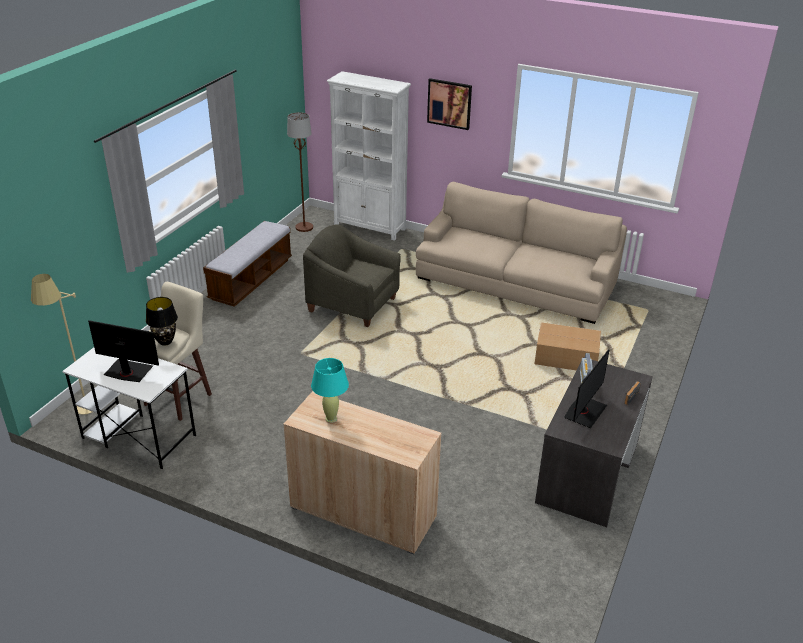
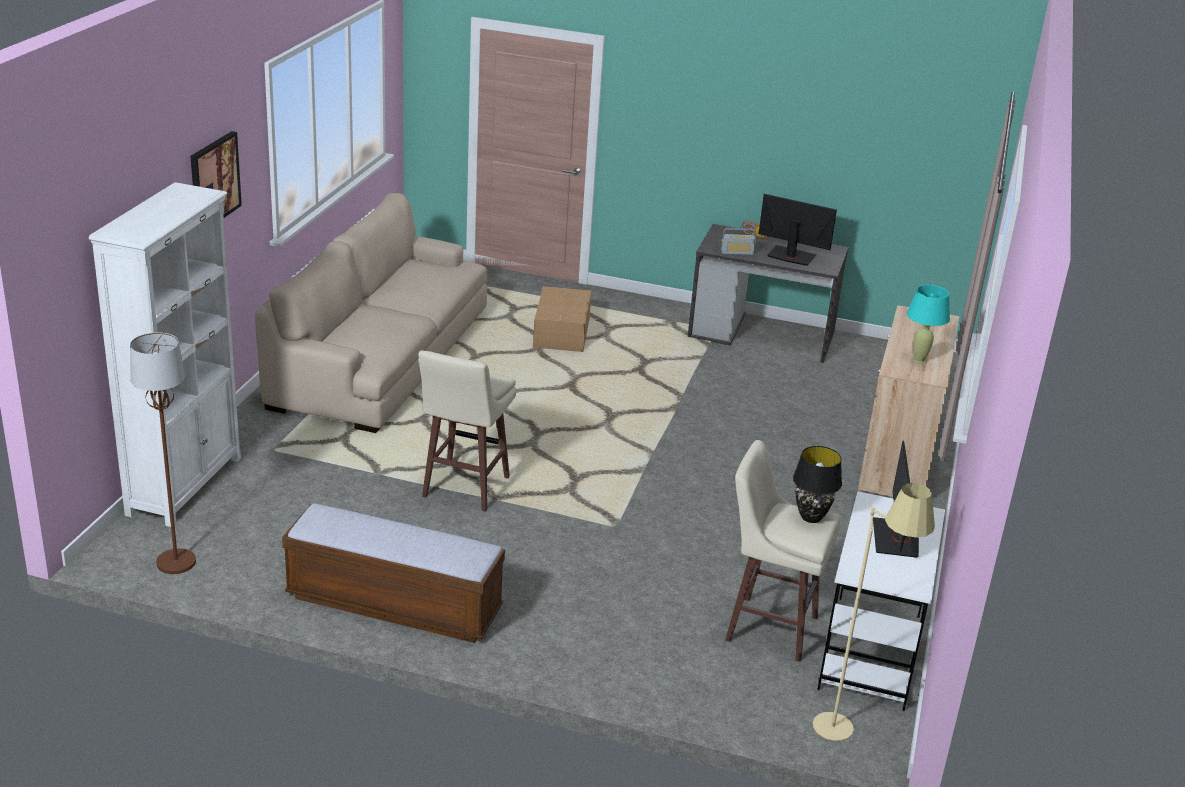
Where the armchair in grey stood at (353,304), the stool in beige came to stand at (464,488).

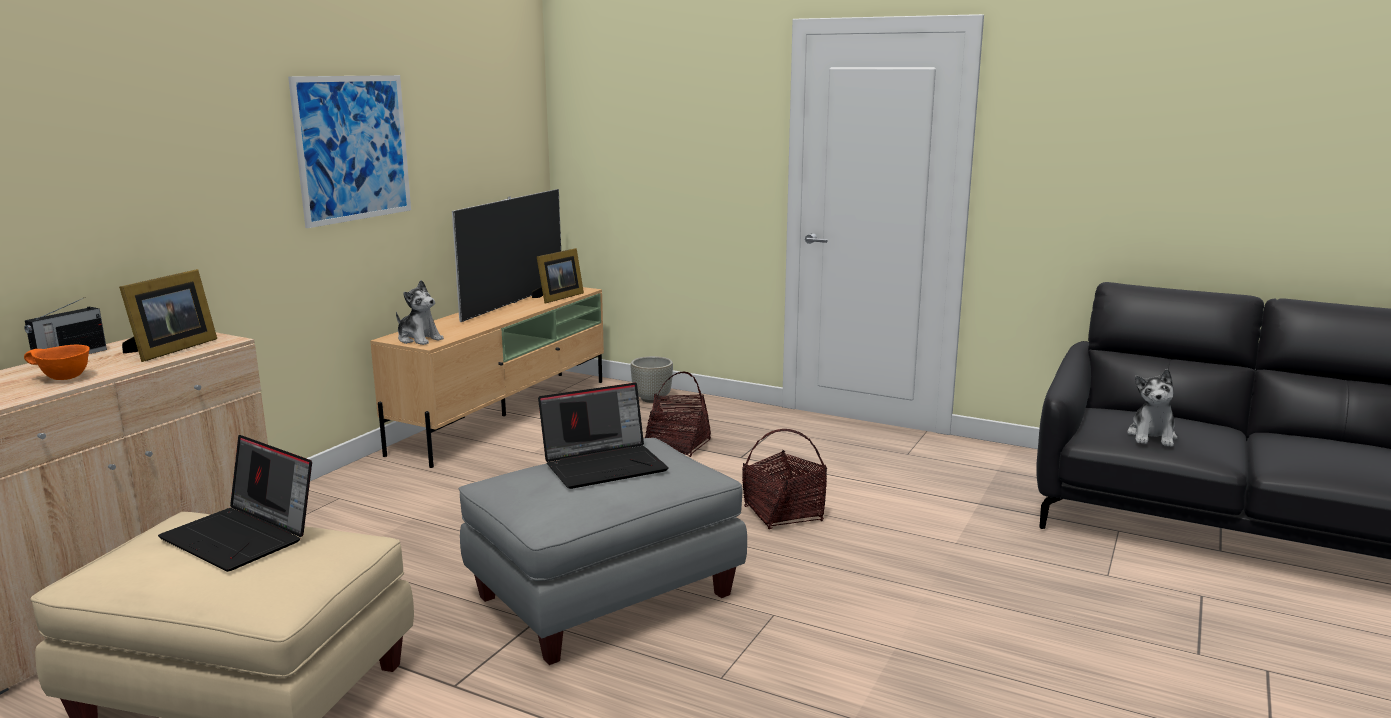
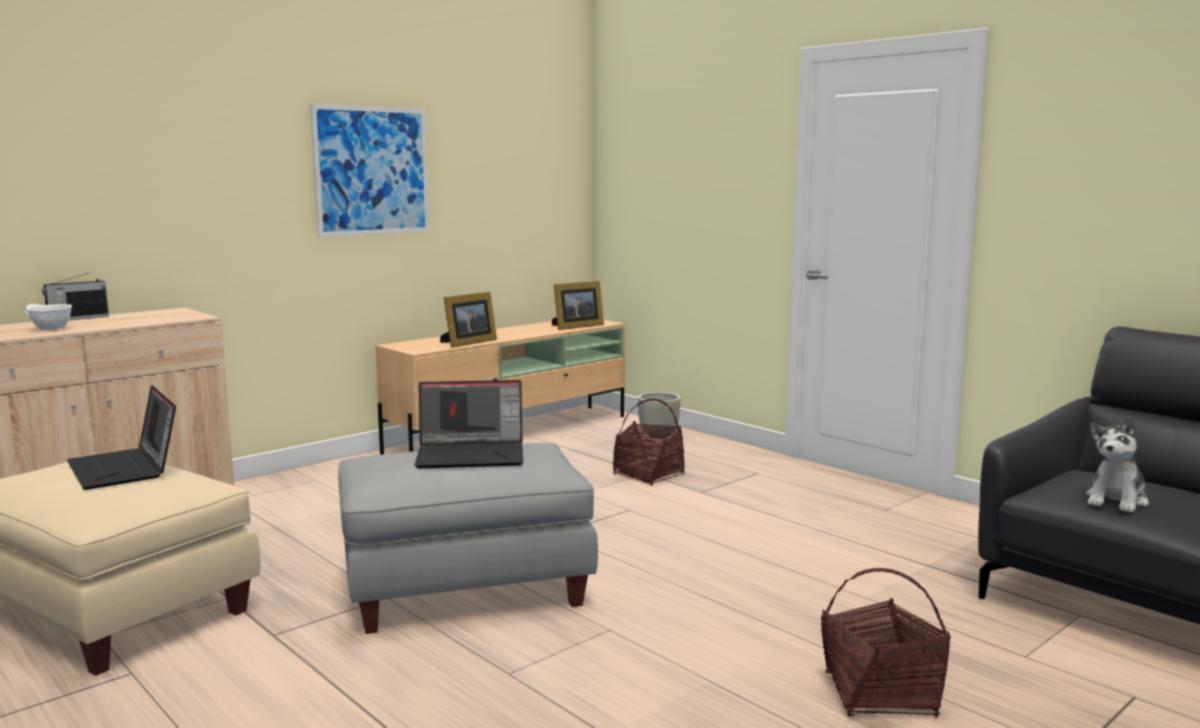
The second view lost the television at (514,302). The picture frame ended up elsewhere, having gone from (169,349) to (467,343). The second view lost the plush toy at (419,339). What was the bowl in orange at (64,378) turned into the bowl in white at (50,329). The basket ended up elsewhere, having gone from (783,514) to (880,695).

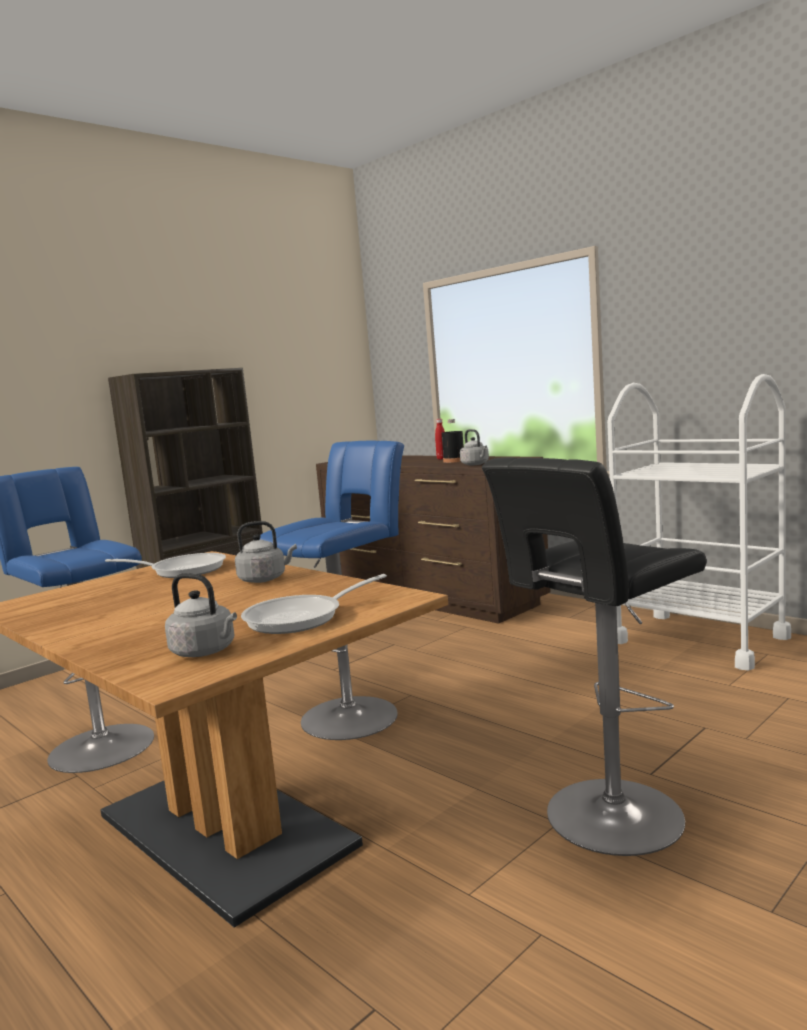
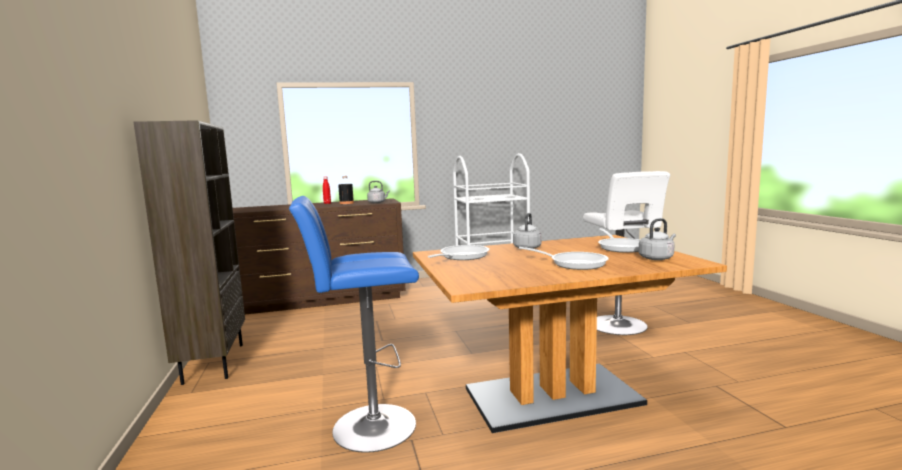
The second view lost the stool in blue at (354,714). What was the stool in black at (608,819) turned into the stool in white at (620,326). The second view gained the frying pan at (573,263).

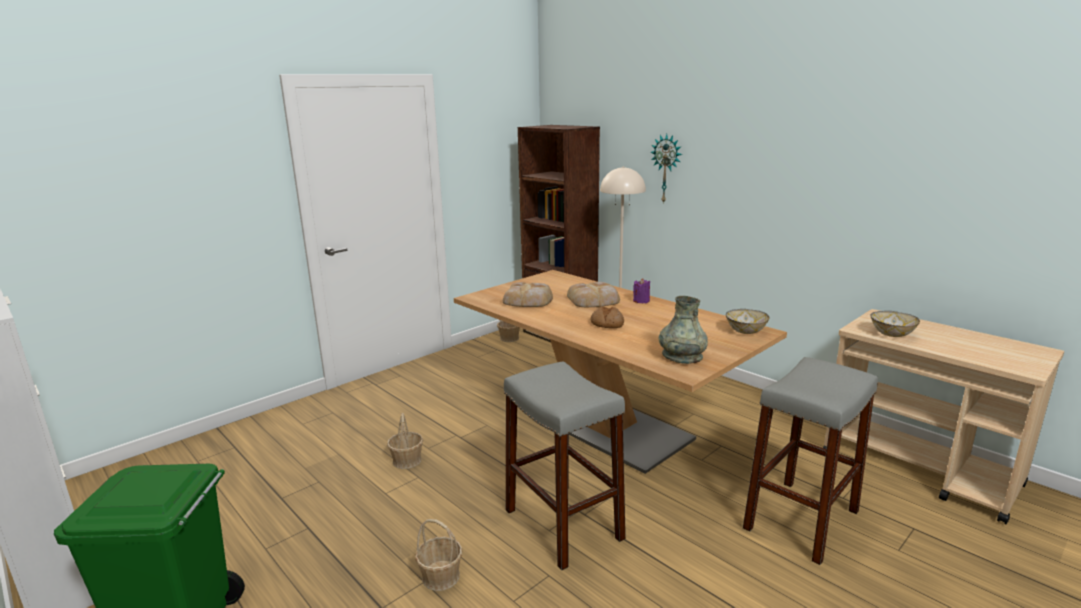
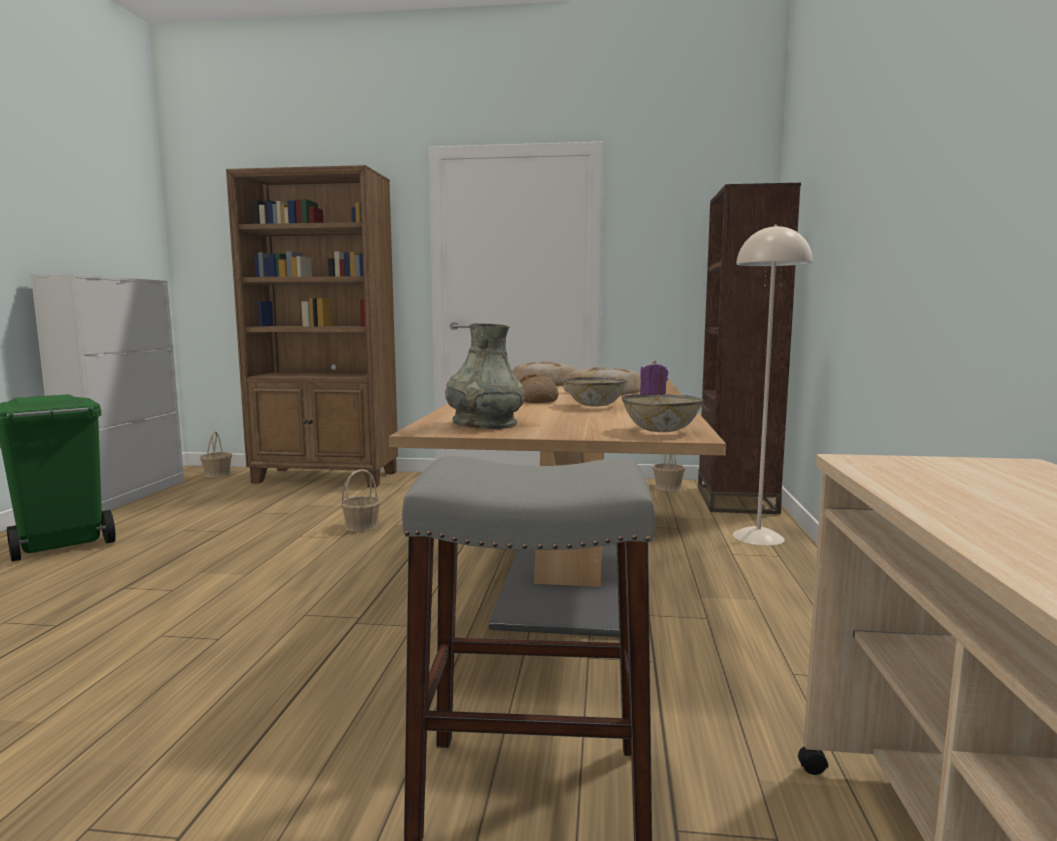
The second view lost the wall clock at (666,168). The bowl ended up elsewhere, having gone from (891,334) to (594,405). The second view lost the stool in grey at (563,524). The basket ended up elsewhere, having gone from (440,576) to (217,474). The second view gained the bookcase in brown at (326,477).

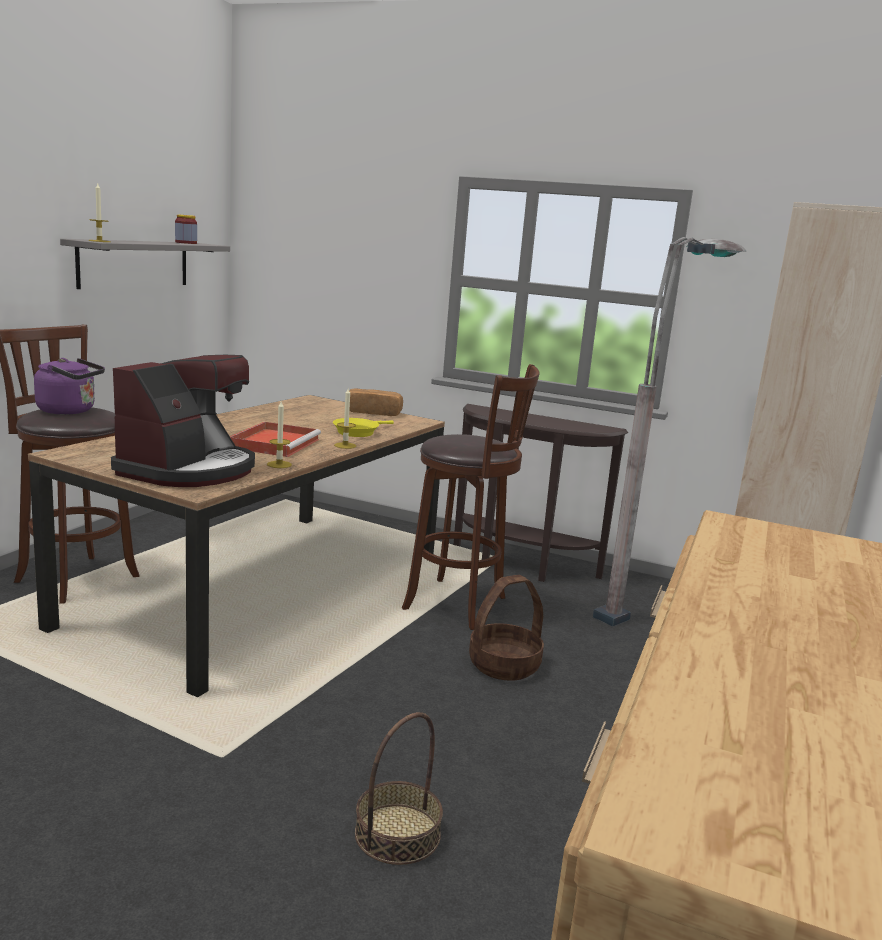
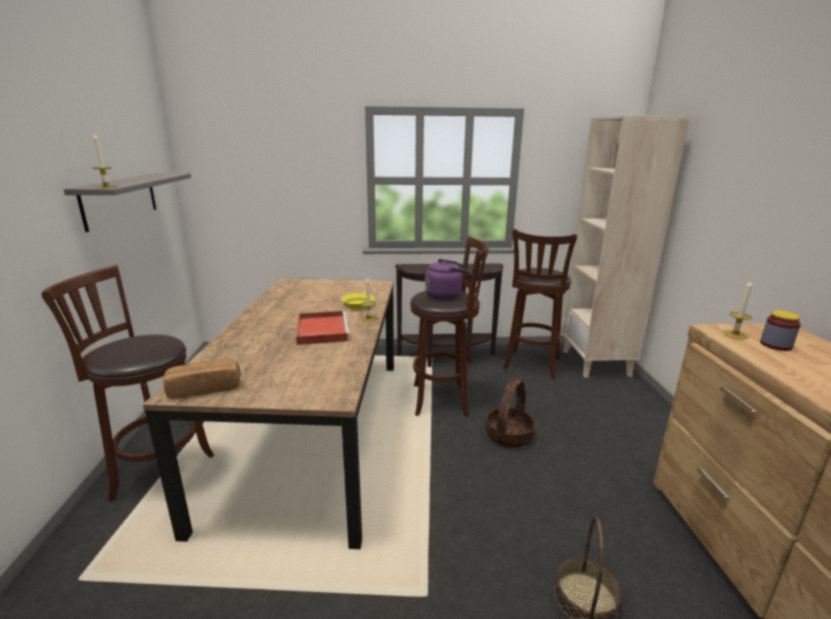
The jar ended up elsewhere, having gone from (186,243) to (775,345). Where the floor lamp in grey stood at (645,605), the stool in brown came to stand at (531,365). The second view lost the coffee machine at (189,470). The kettle in purple ended up elsewhere, having gone from (70,411) to (445,295). The bread ended up elsewhere, having gone from (373,412) to (205,389). The candle ended up elsewhere, having gone from (279,464) to (735,335).

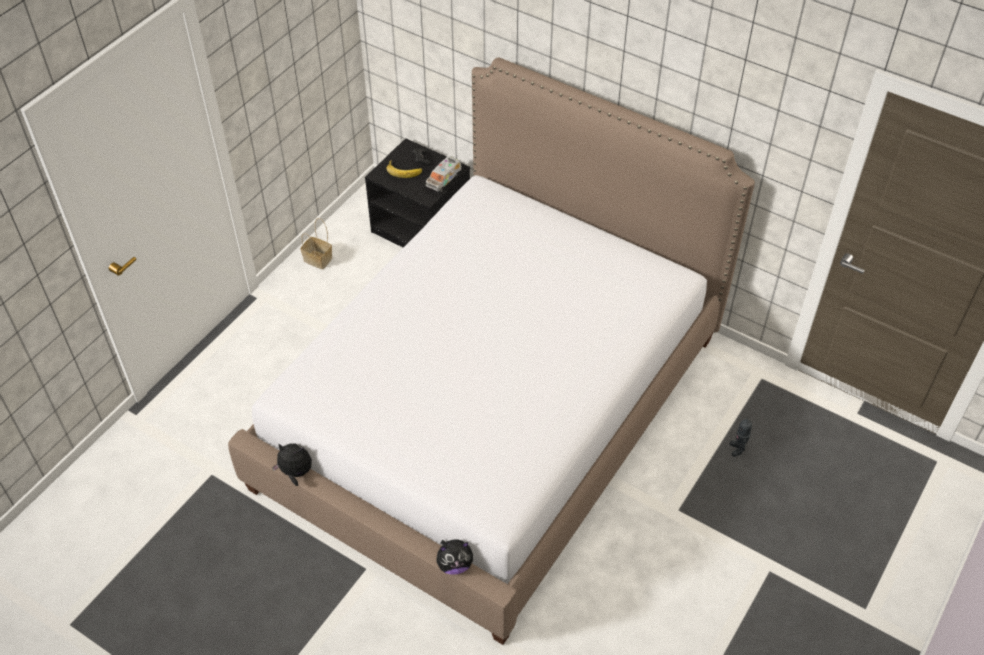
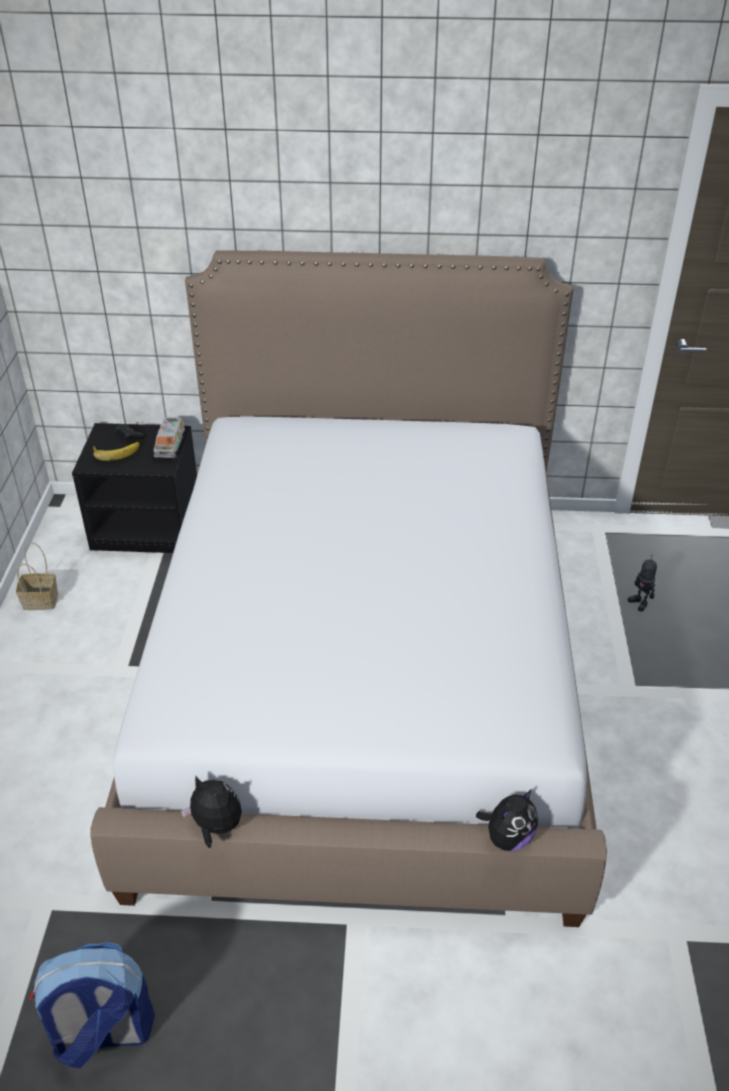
The plush toy at (295,473) ended up facing another way, 45 degrees clockwise from before. The second view gained the backpack at (102,1033).

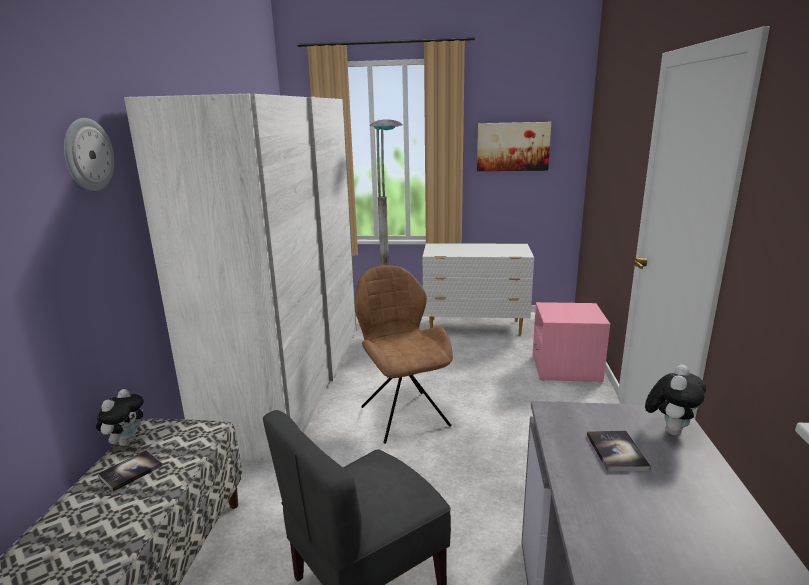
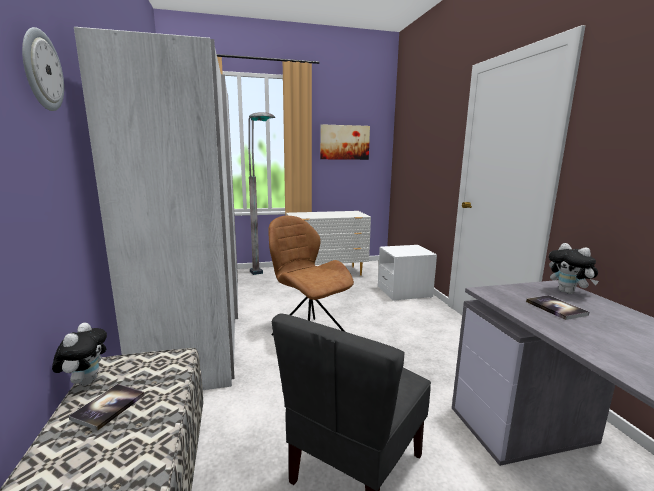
What was the nightstand in pink at (566,369) turned into the nightstand in white at (404,292). The plush toy at (669,429) ended up facing another way, 135 degrees clockwise from before.

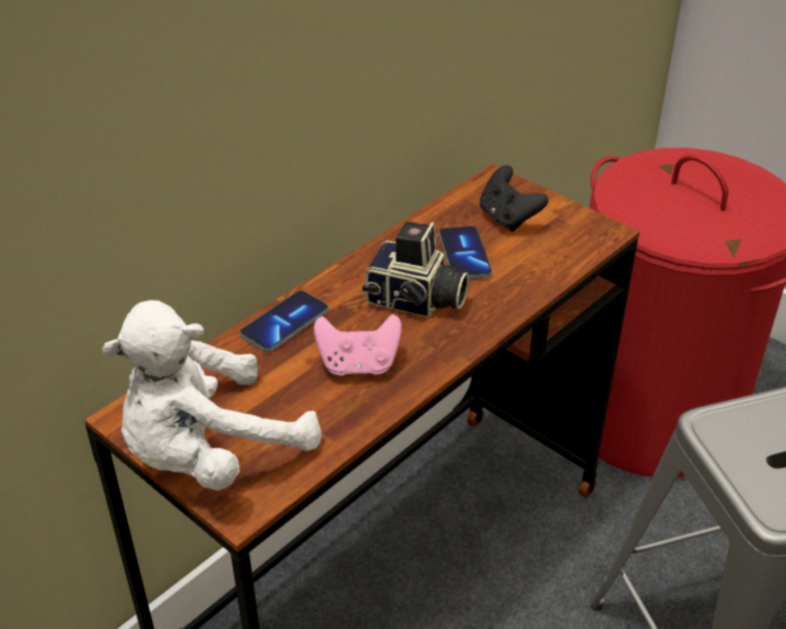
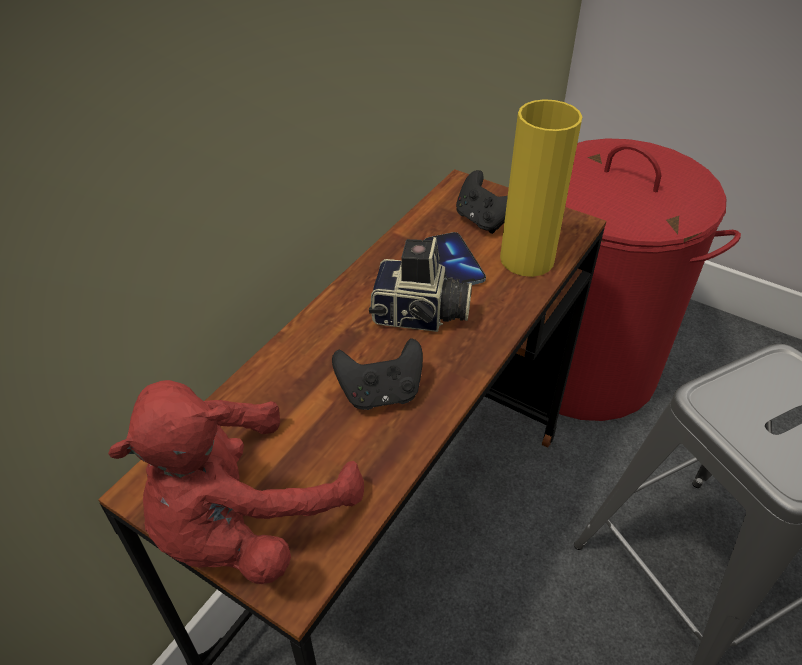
The second view lost the phone at (285,323). What was the plush toy in white at (210,453) turned into the plush toy in red at (246,522). What was the game controller in pink at (358,365) turned into the game controller in black at (381,393). The second view gained the vase in yellow at (527,259).

